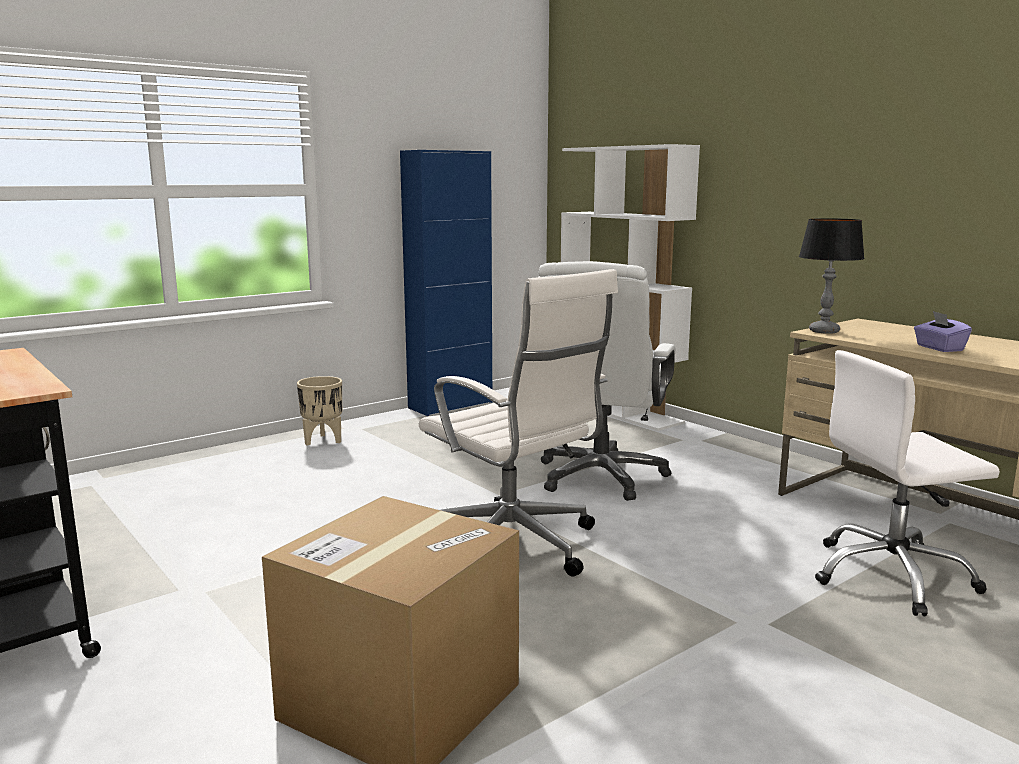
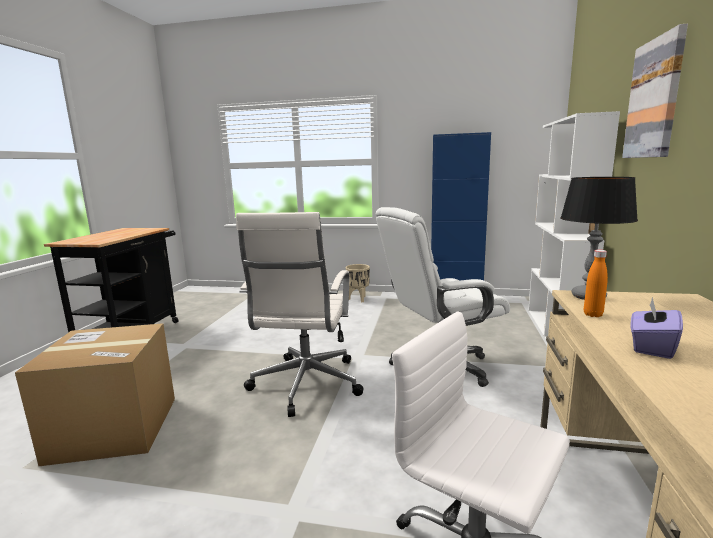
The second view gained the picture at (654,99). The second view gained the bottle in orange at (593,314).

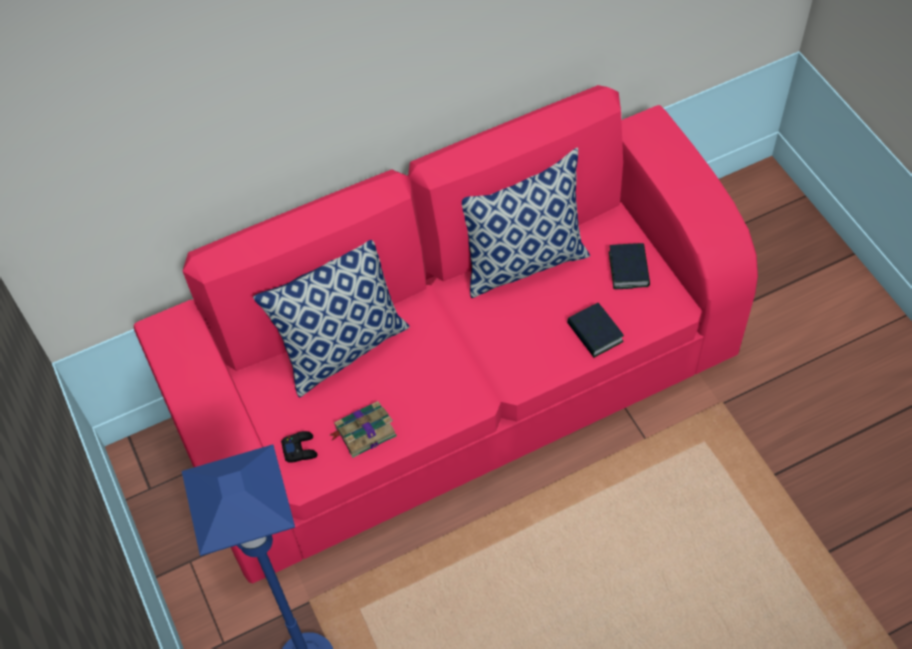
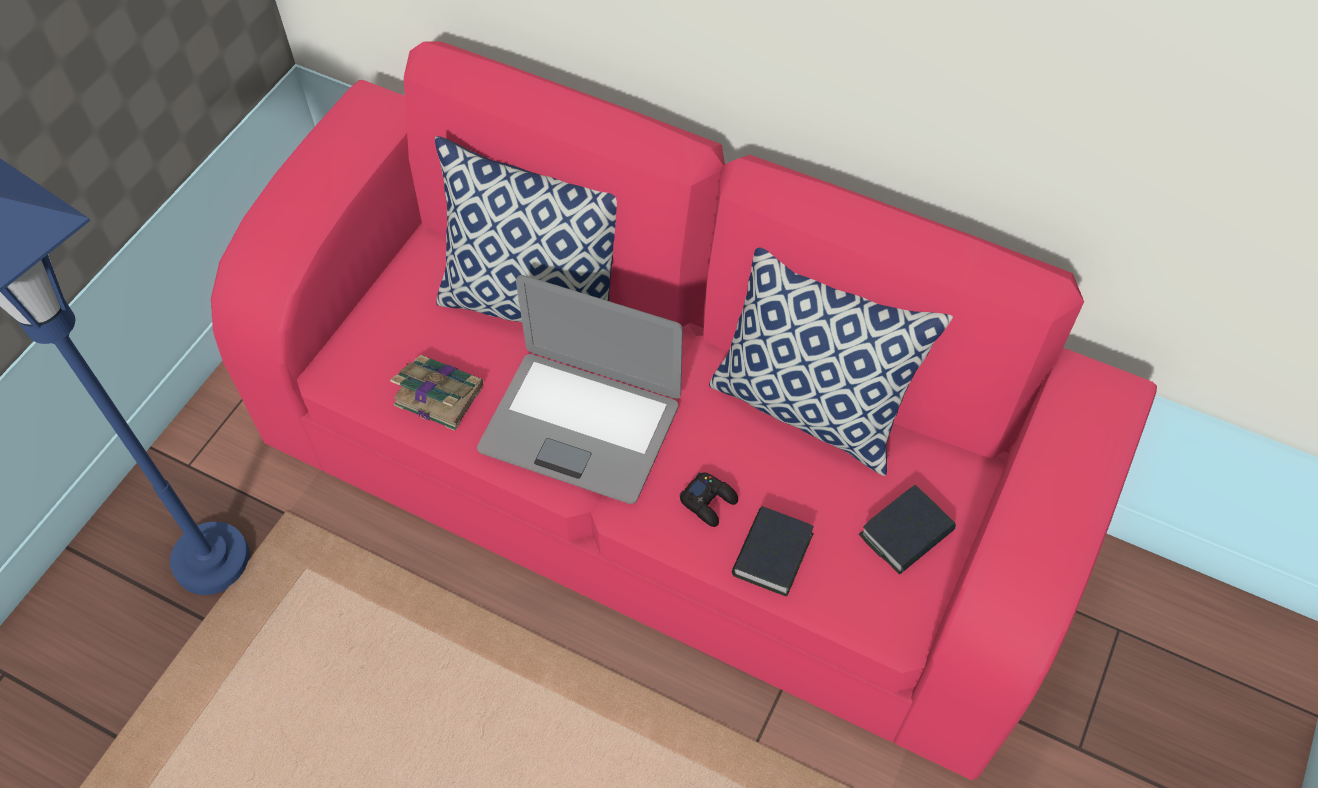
The game controller in black ended up elsewhere, having gone from (300,449) to (709,502). The second view gained the laptop at (581,425).

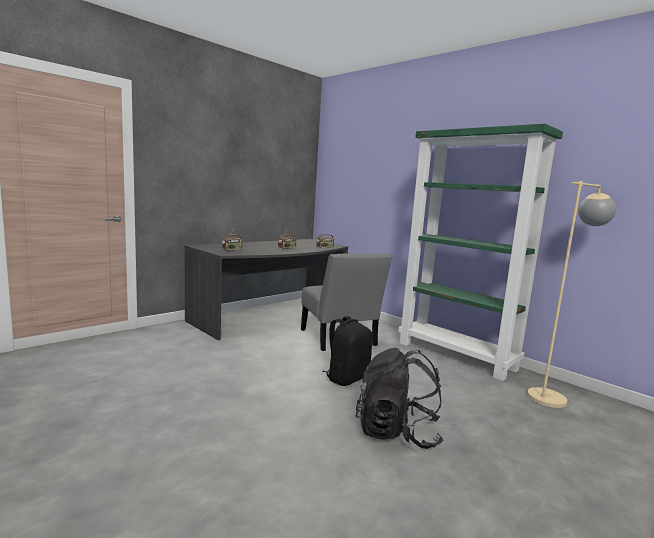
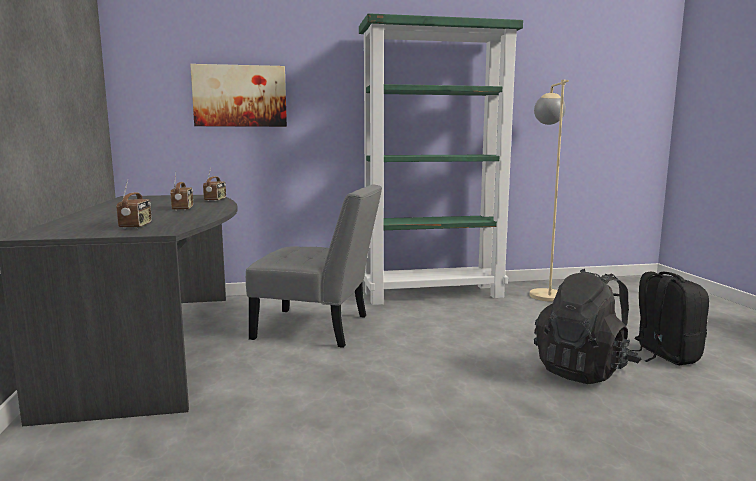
The backpack in black ended up elsewhere, having gone from (346,378) to (664,355). The second view gained the picture at (240,96).

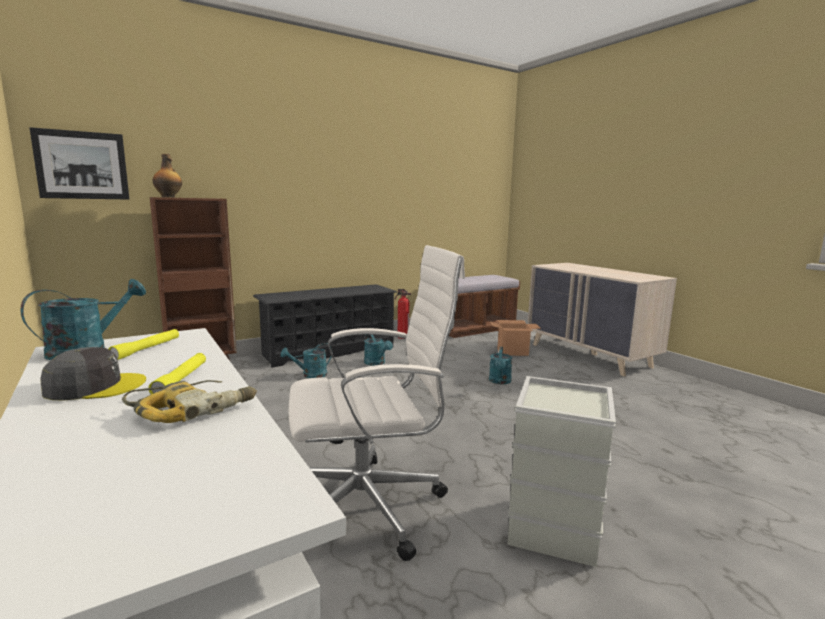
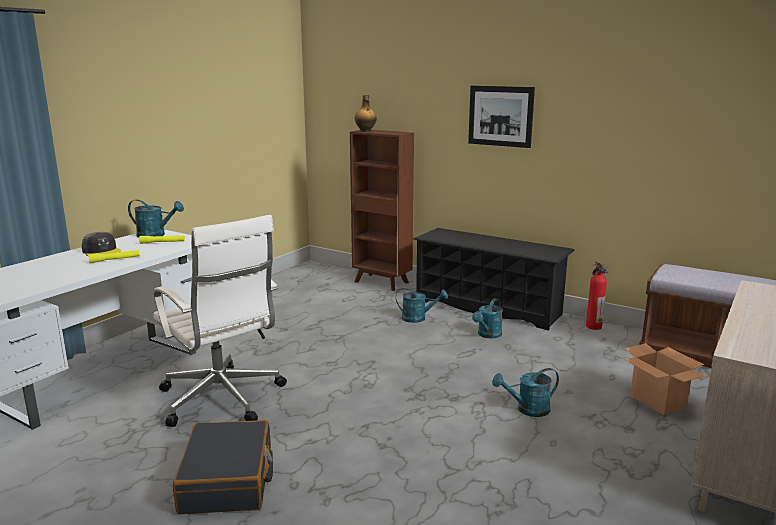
The picture ended up elsewhere, having gone from (82,165) to (500,116). The watering can in turquoise at (310,375) ended up facing another way, 150 degrees clockwise from before. Where the storage box in grey stood at (552,529), the suitcase in black came to stand at (228,480). The second view lost the power drill at (193,409).

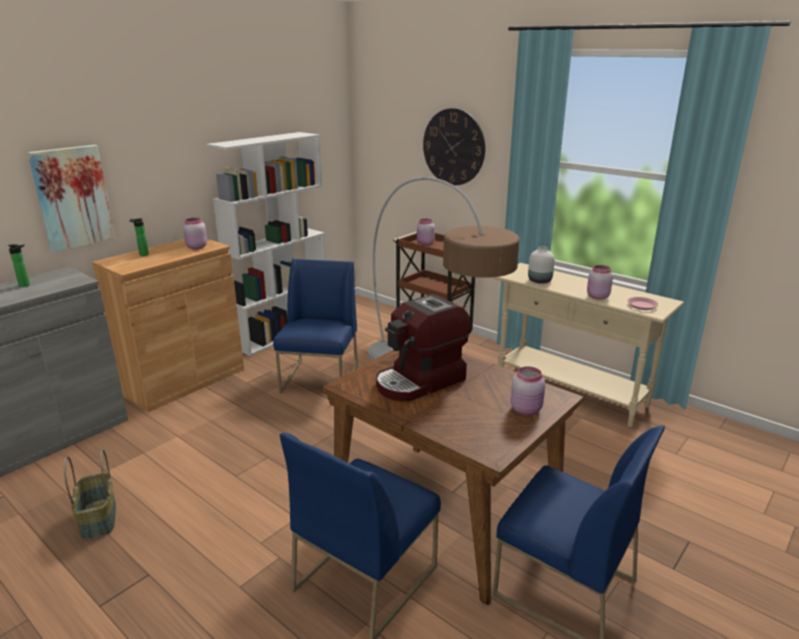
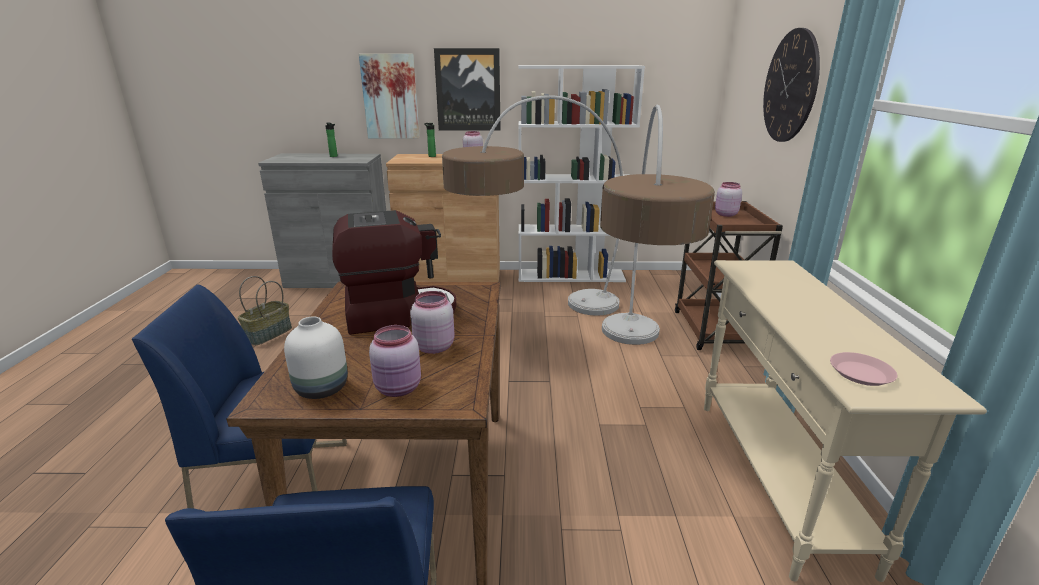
The vase in white ended up elsewhere, having gone from (539,280) to (323,388). Where the chair in blue stood at (320,378), the floor lamp came to stand at (534,321). The jar in pink ended up elsewhere, having gone from (597,296) to (433,346). The coffee machine at (420,381) ended up facing another way, 150 degrees clockwise from before. The second view gained the picture at (468,90).

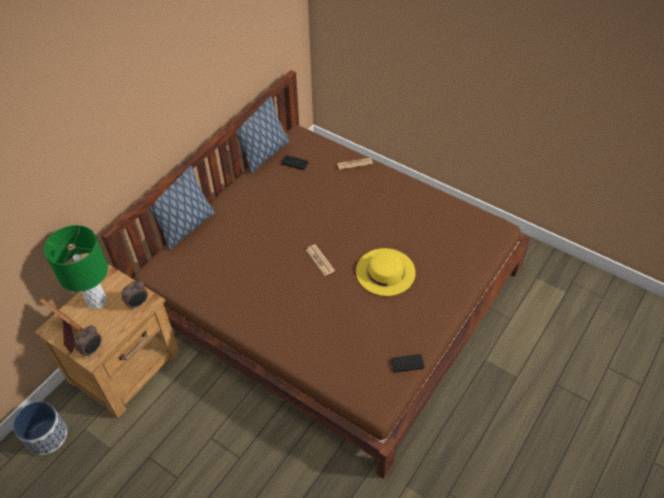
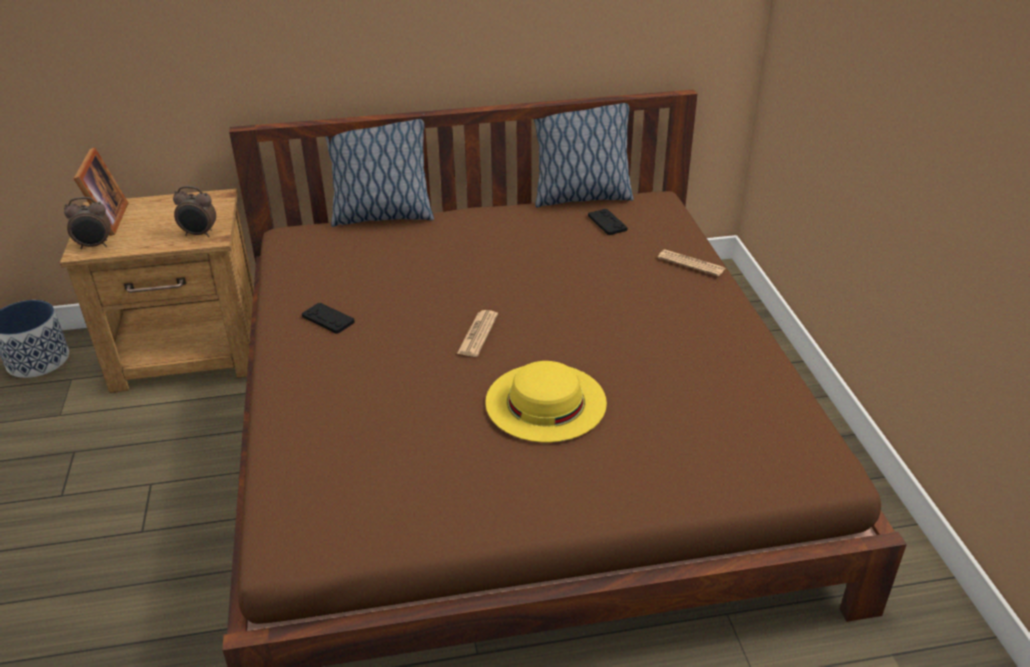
The second view lost the table lamp in green at (97,301). The game controller in black ended up elsewhere, having gone from (407,363) to (328,319).

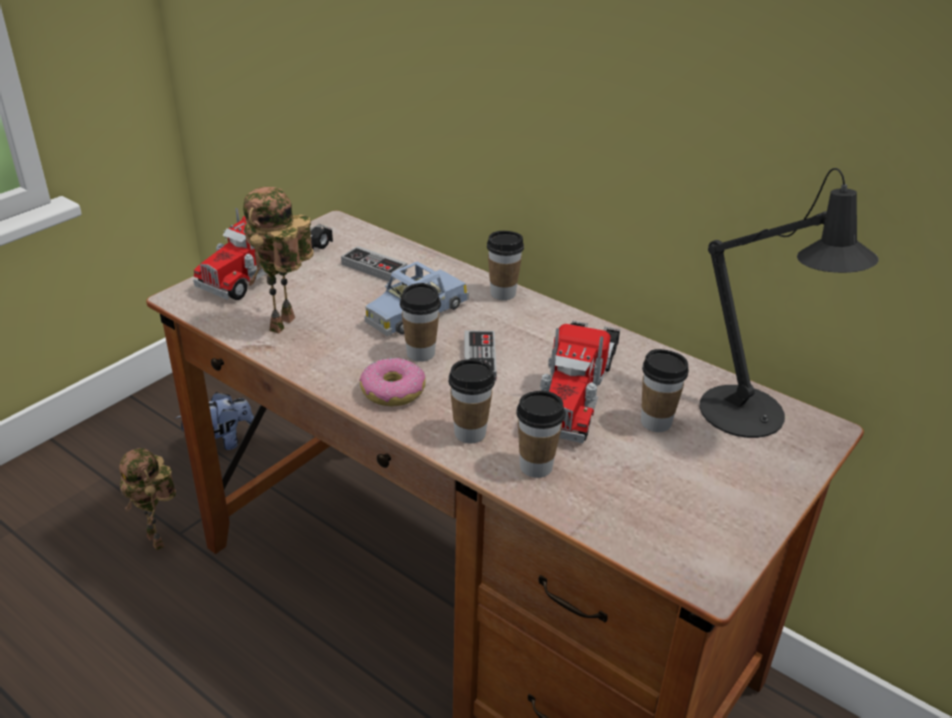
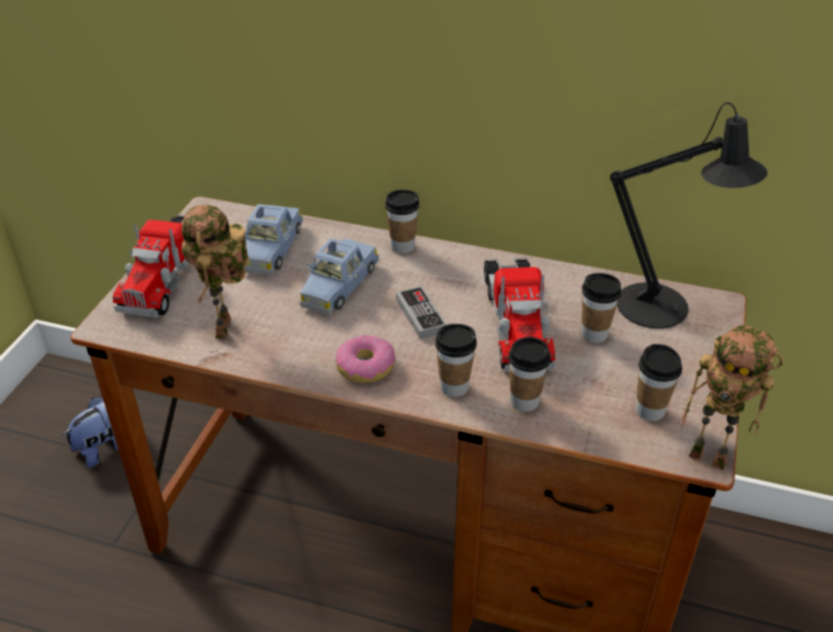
Where the game controller stood at (374,267), the toy car in blue came to stand at (272,248). The cup ended up elsewhere, having gone from (420,353) to (650,410). The toy robot ended up elsewhere, having gone from (159,541) to (711,457).

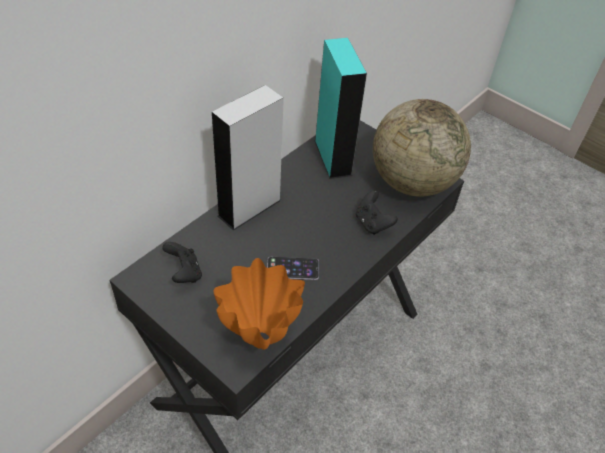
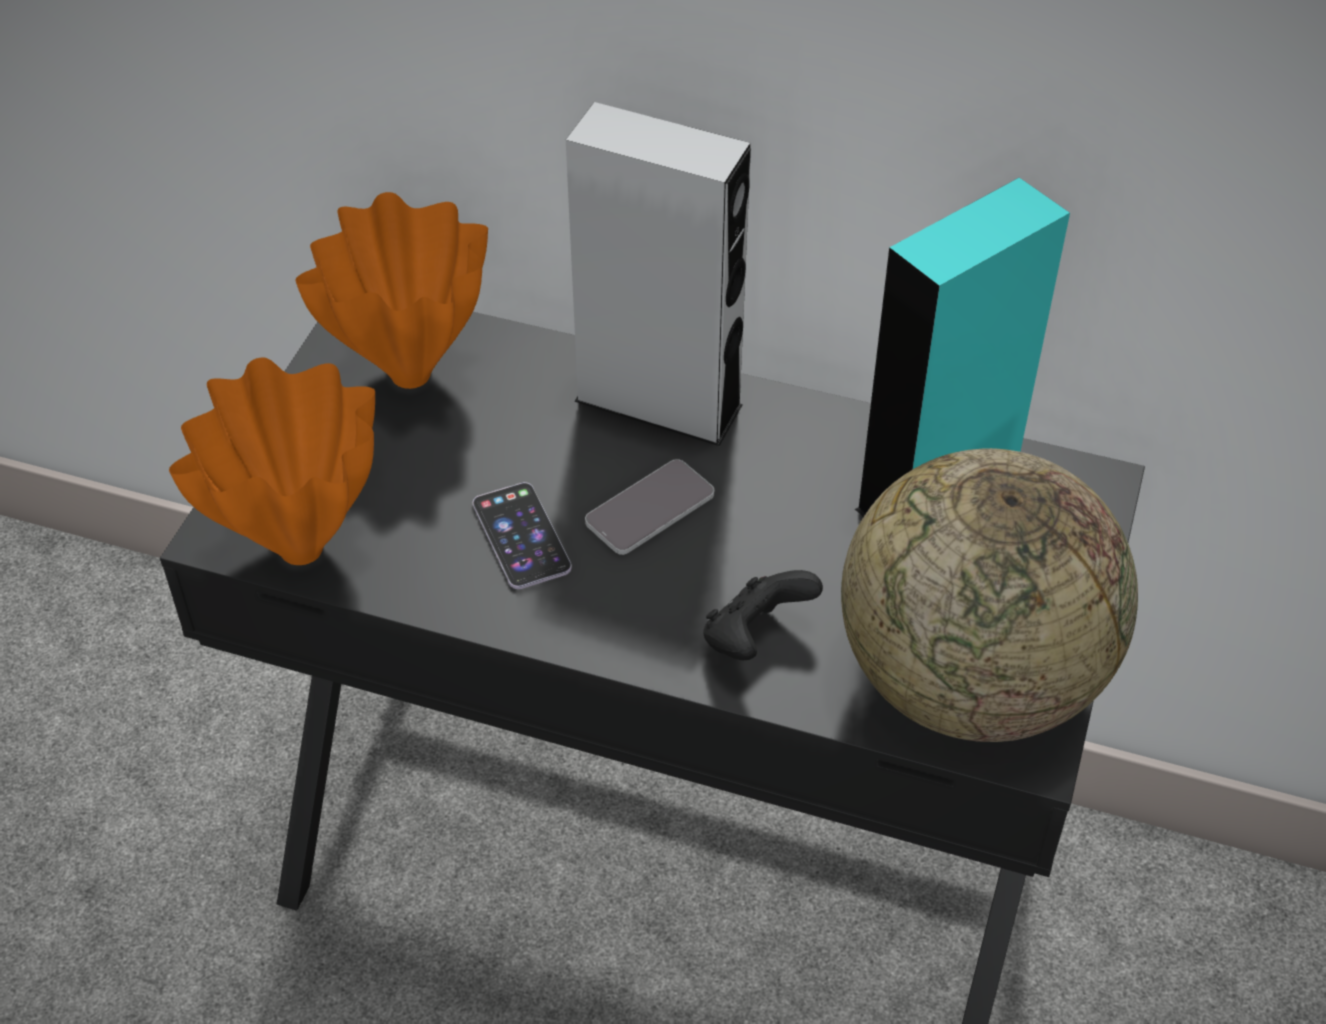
Where the game controller in black stood at (184,273), the vase in orange came to stand at (414,374). The second view gained the phone at (650,509).

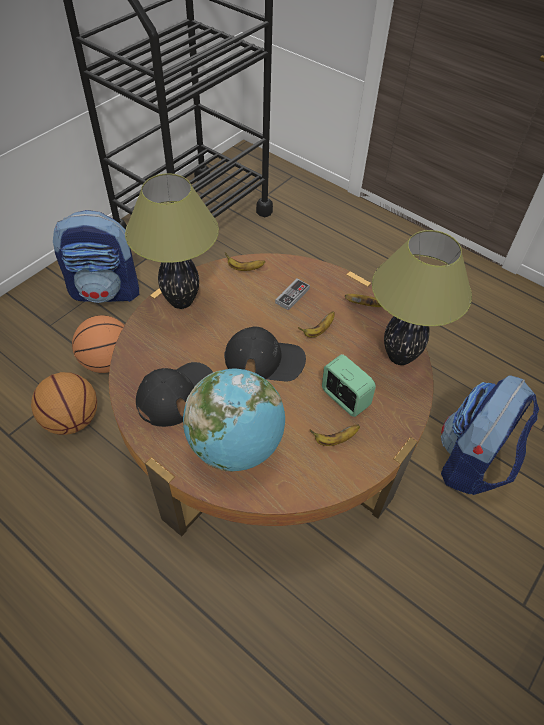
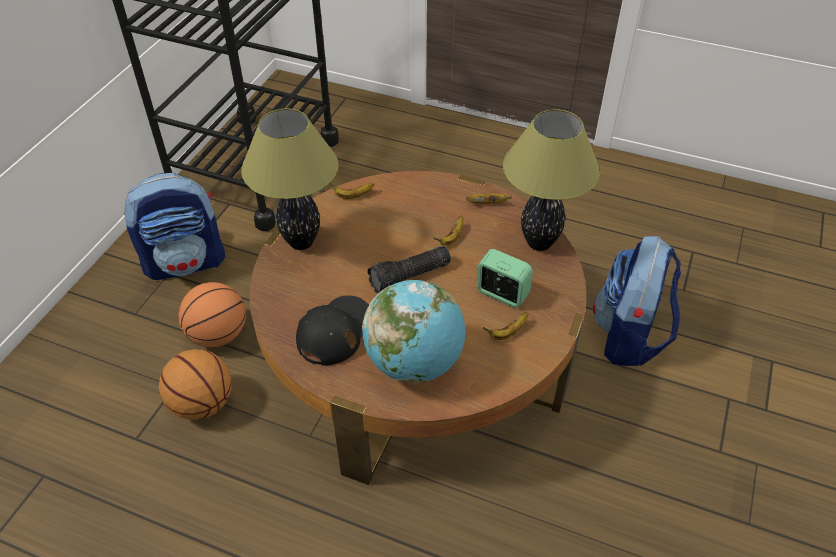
The second view lost the game controller at (292,296). Where the cap in black stood at (264,359), the flashlight came to stand at (410,277).

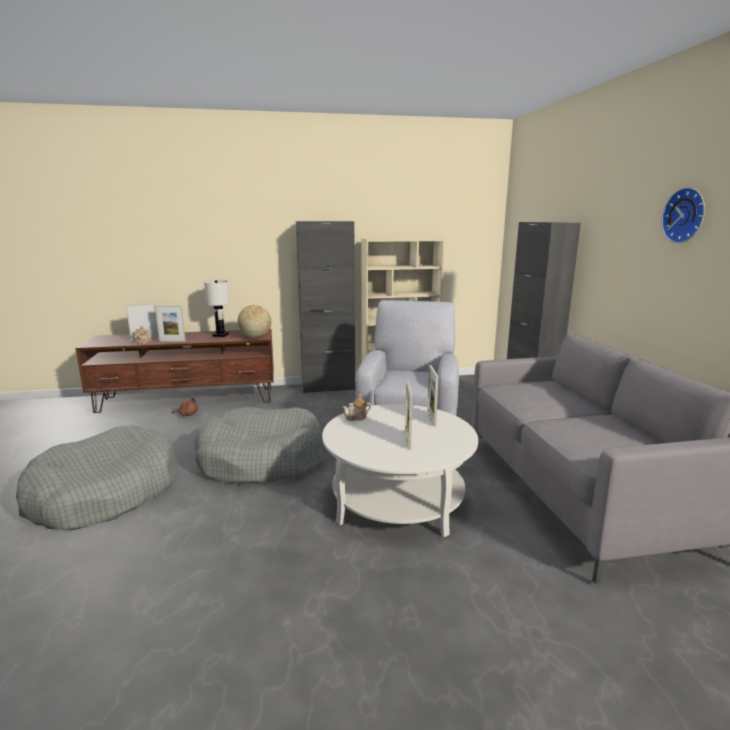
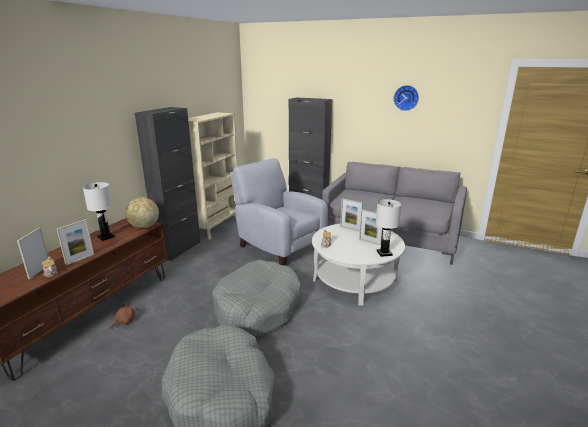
The second view gained the table lamp in white at (384,253).

